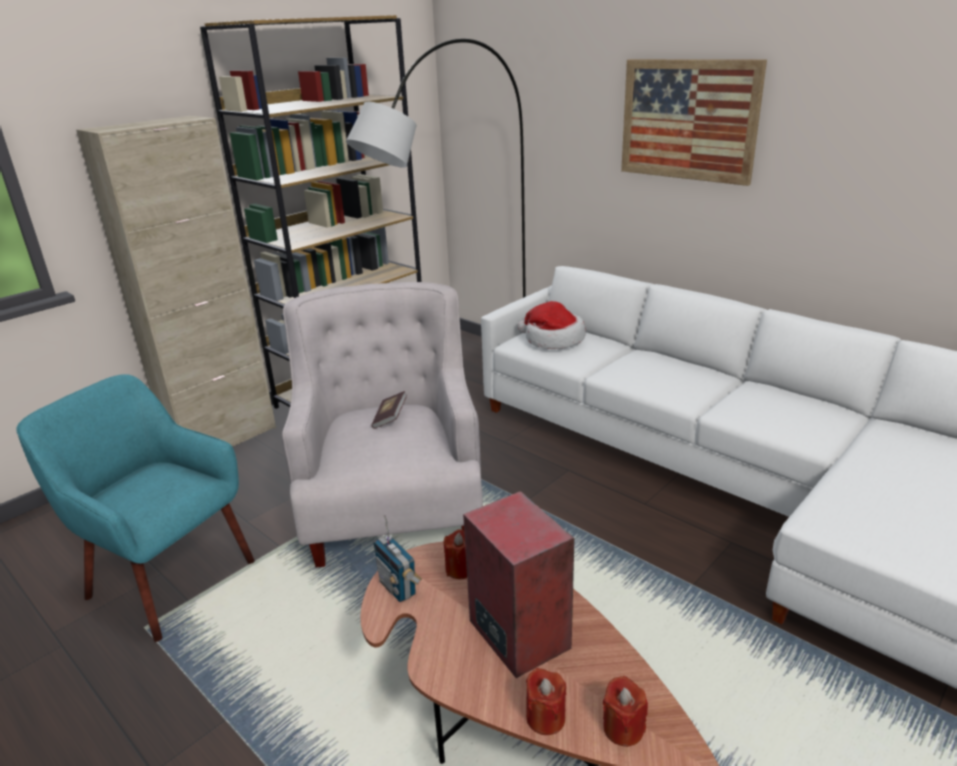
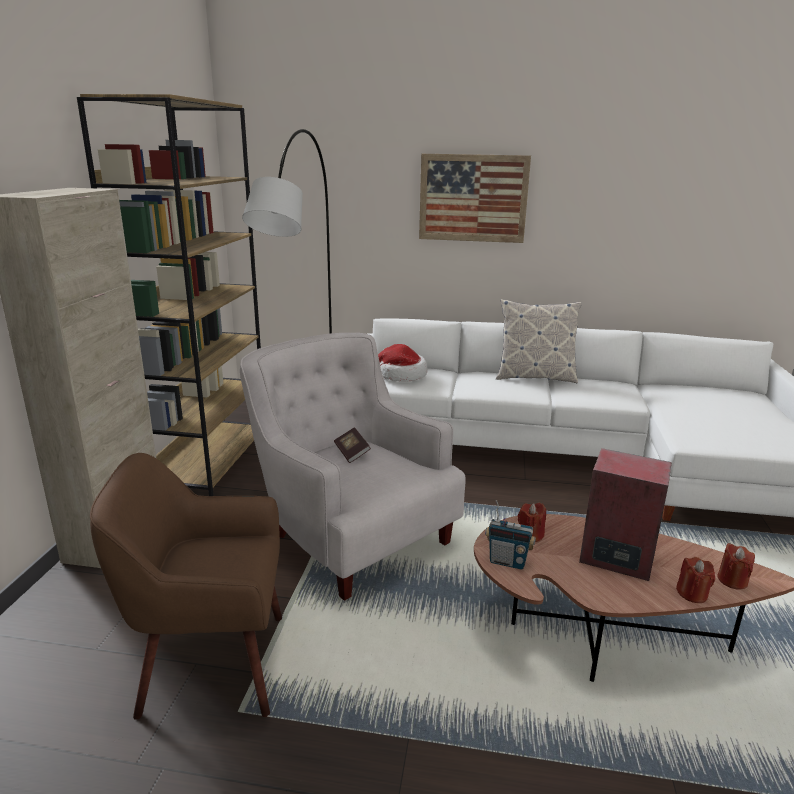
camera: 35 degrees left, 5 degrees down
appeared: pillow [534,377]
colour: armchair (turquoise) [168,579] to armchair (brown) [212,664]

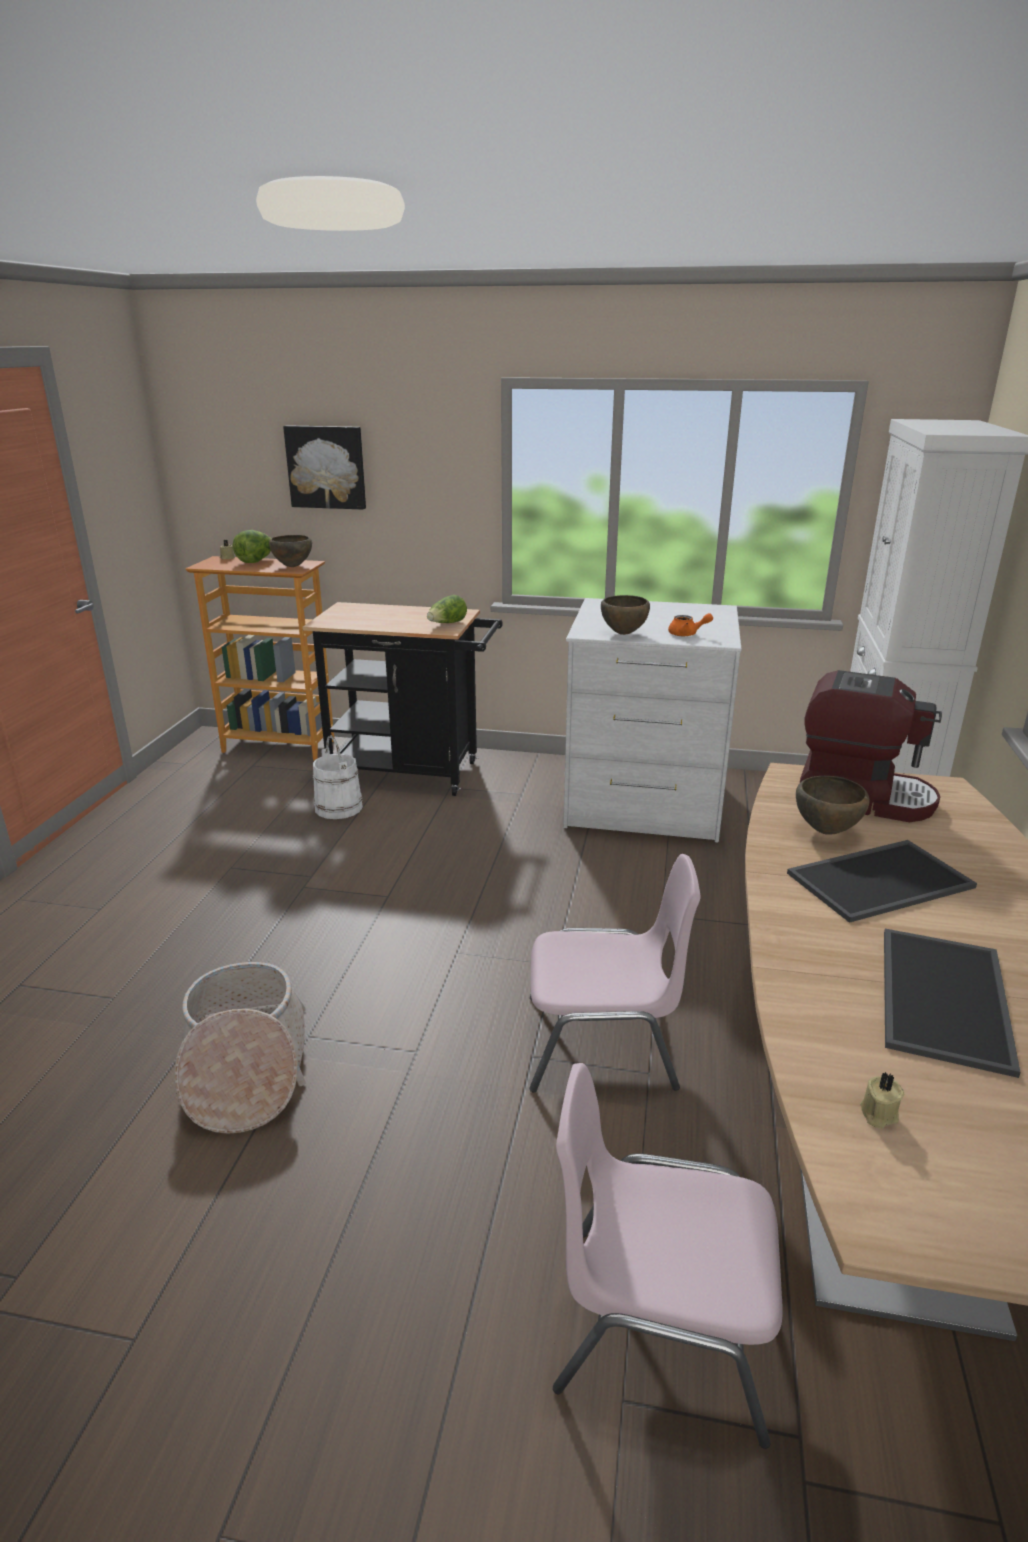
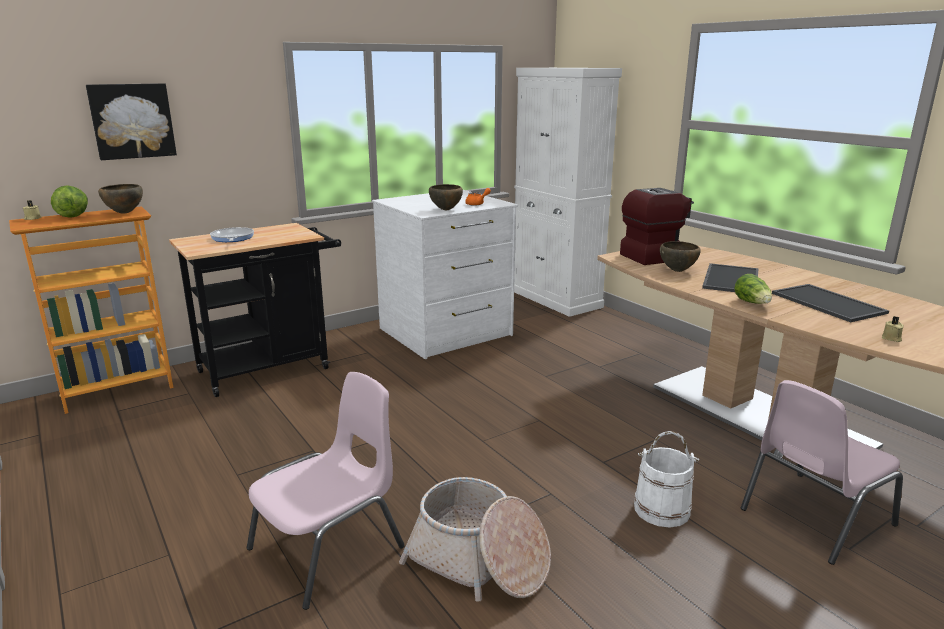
camera: 45 degrees left, 5 degrees down
appeared: frying pan [232,238]
relocated: chair (pink) [603,1043] to [329,548]; bucket (white) [338,807] to [661,509]; lettuce [447,624] to [752,303]

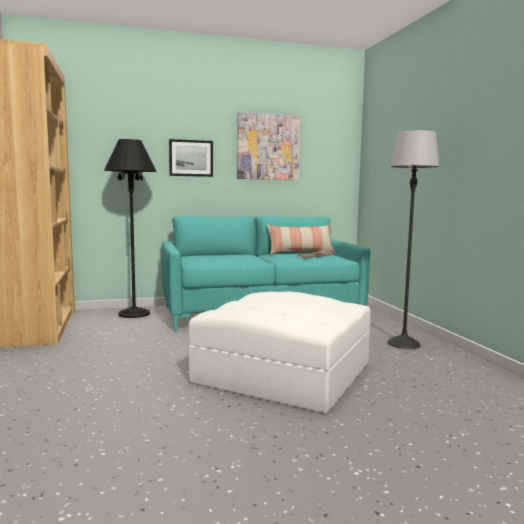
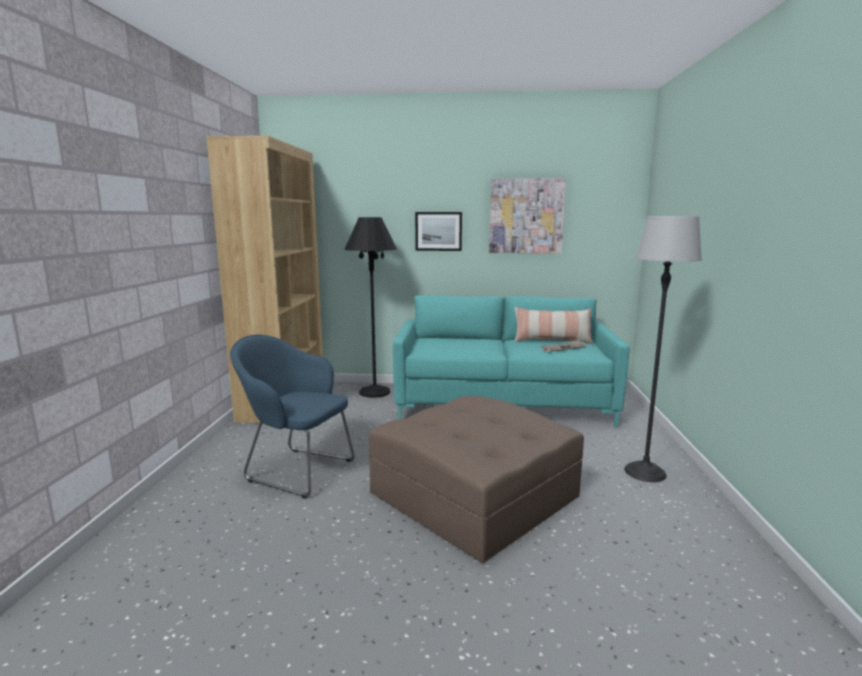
camera: 20 degrees right, 5 degrees up
appeared: armchair (blue) [296,470]
colour: ottoman (white) [283,372] to ottoman (brown) [473,494]

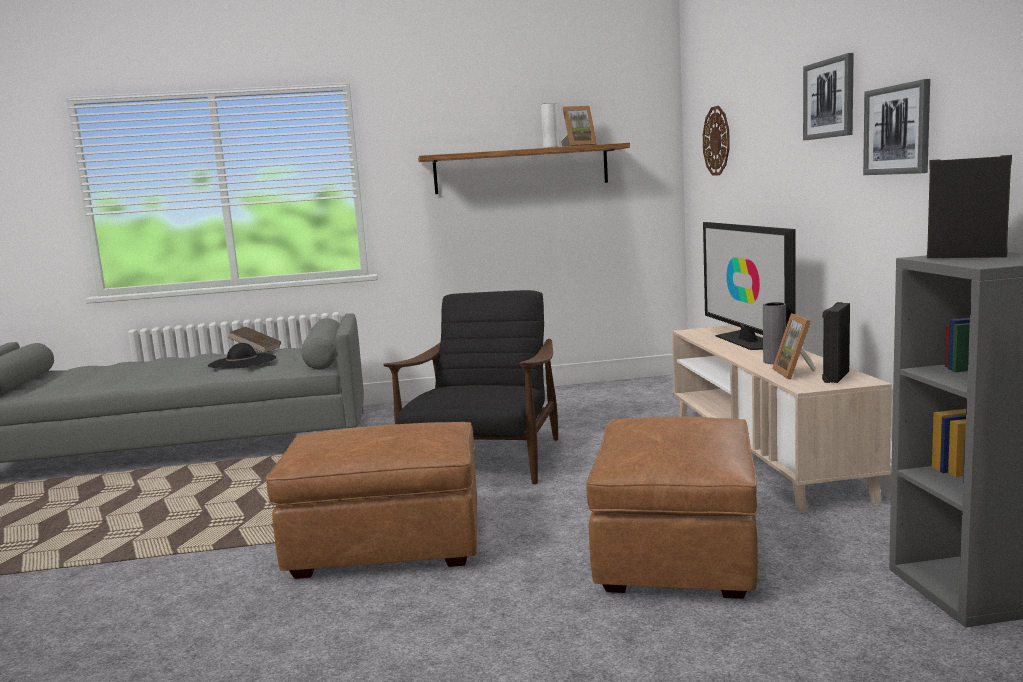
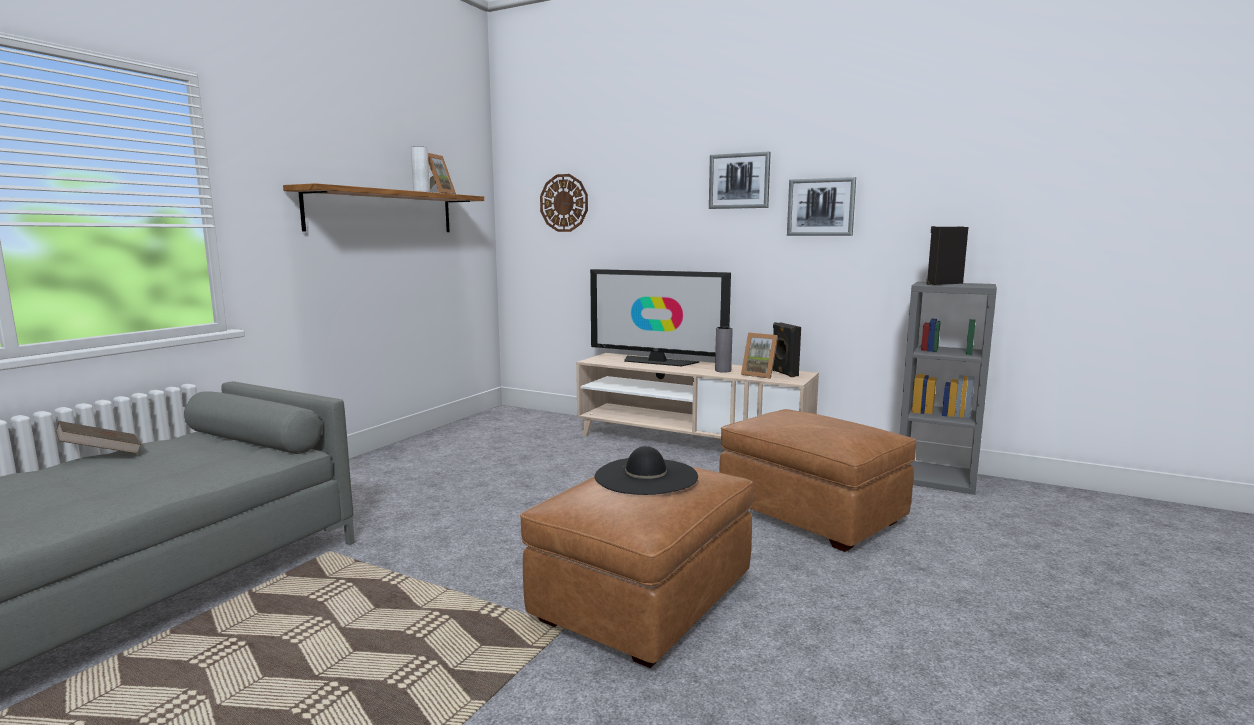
camera: 55 degrees left, 0 degrees up
missing: armchair (black) [485,461]
relocated: hat (black) [242,362] to [646,476]

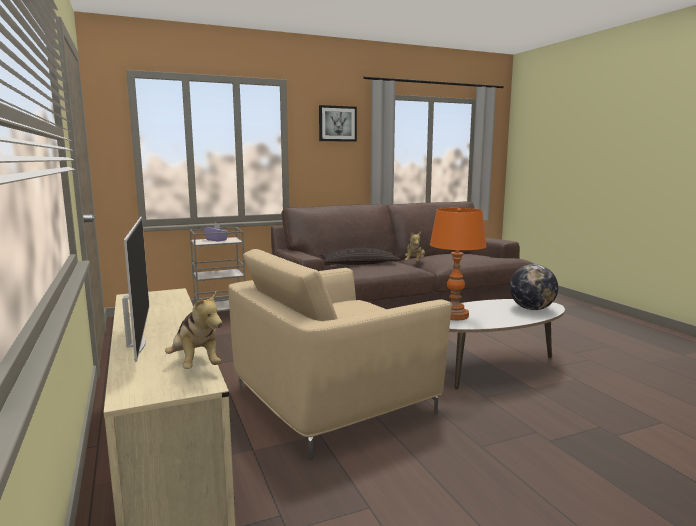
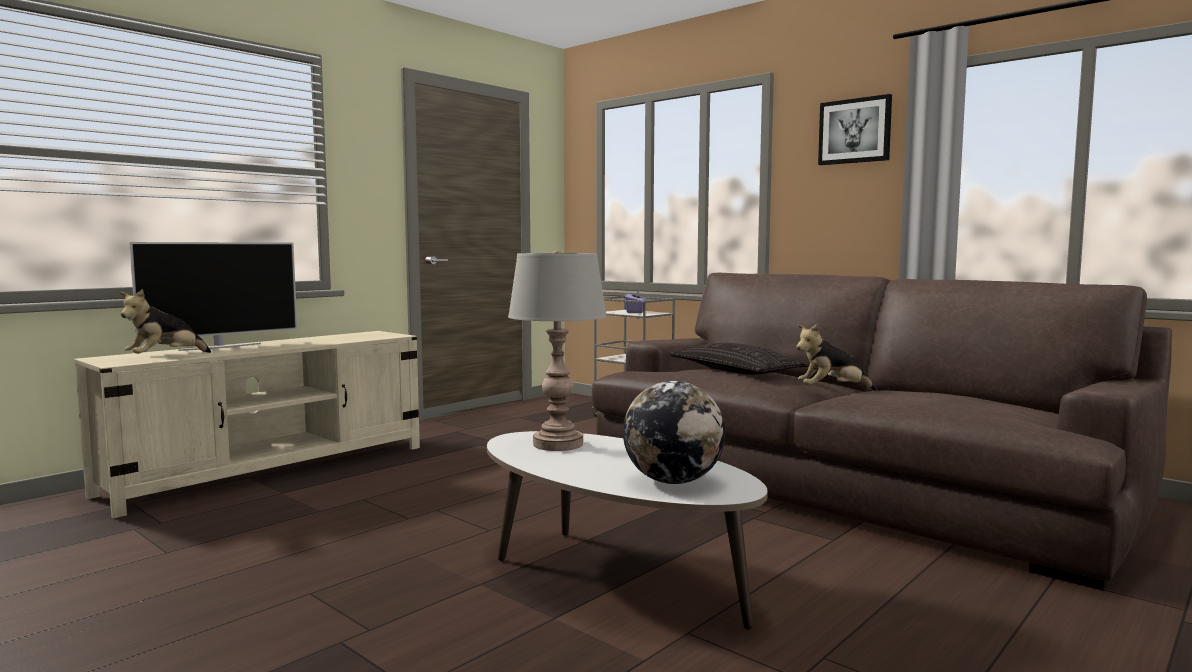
camera: 65 degrees right, 5 degrees down
missing: armchair (beige) [331,399]
colour: table lamp (orange) [454,316] to table lamp (grey) [558,444]

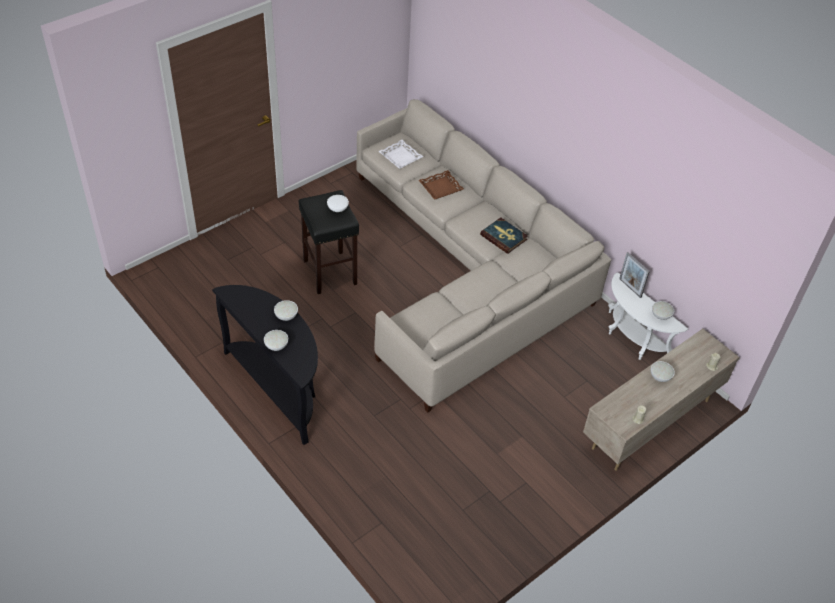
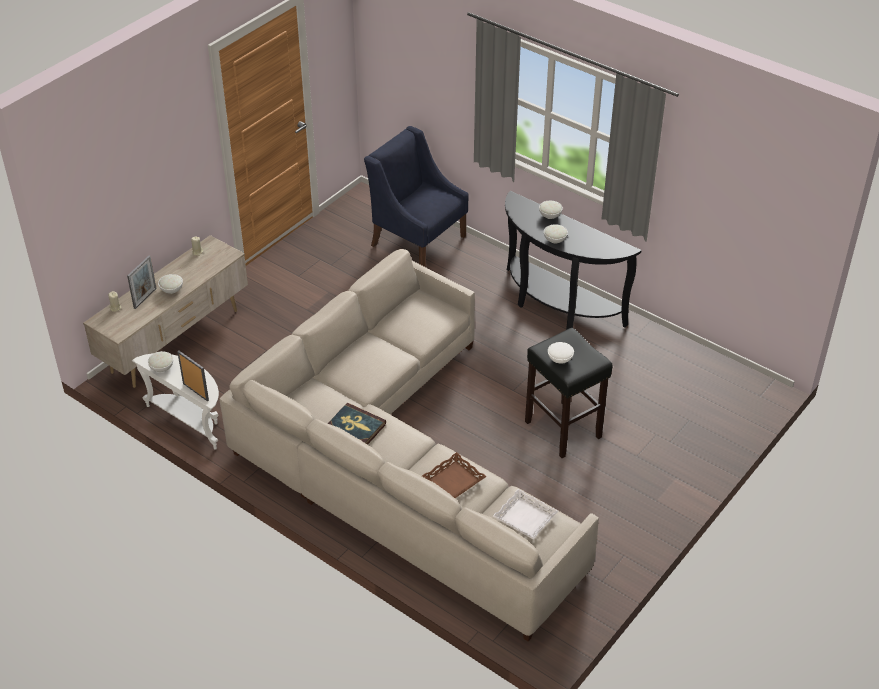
camera: 170 degrees right, 5 degrees down
appeared: picture frame [145,298]; armchair (blue) [417,240]

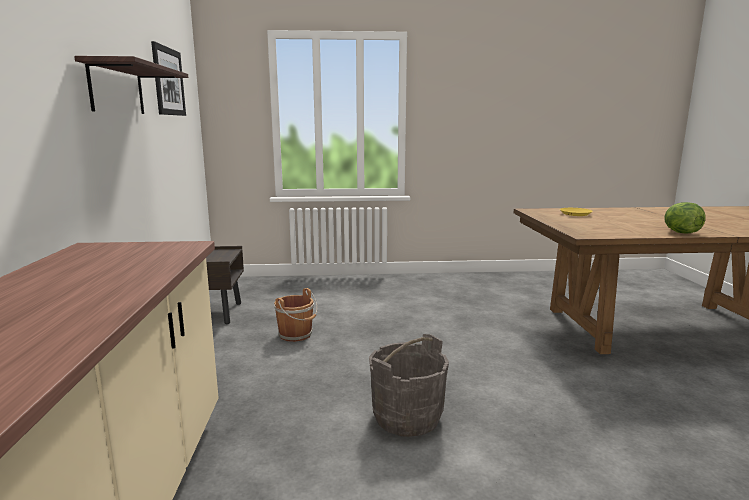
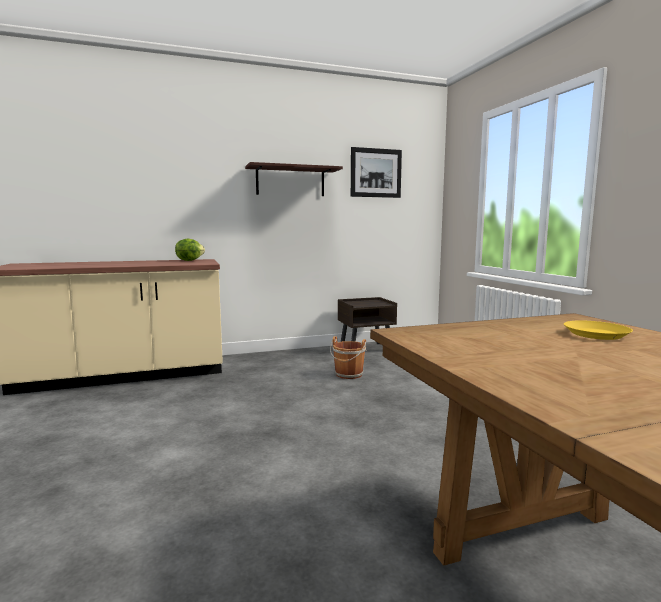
camera: 75 degrees right, 5 degrees down
missing: bucket (grey) [407,417]
relocated: lettuce [680,232] to [189,260]

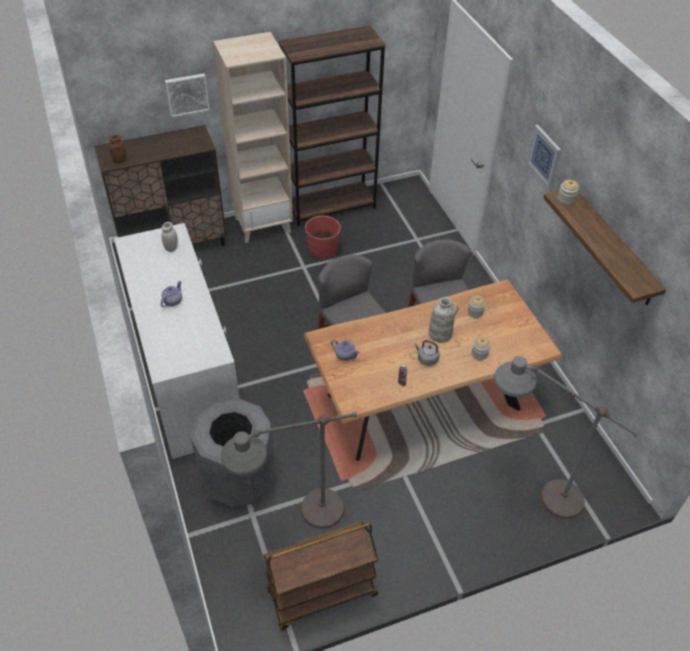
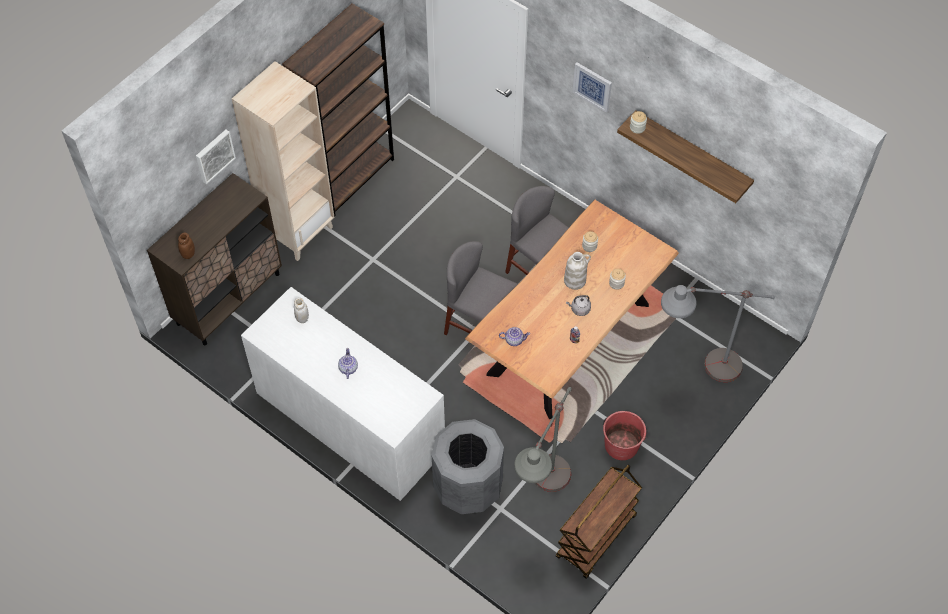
camera: 30 degrees left, 10 degrees up
relocated: bucket (red) [323,249] to [621,445]

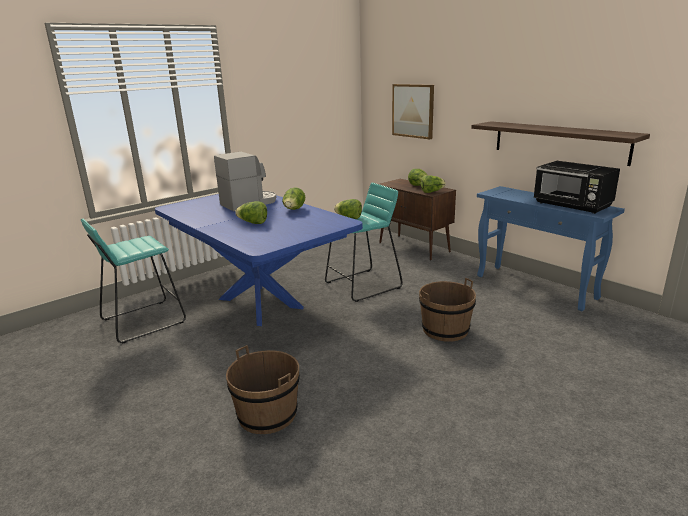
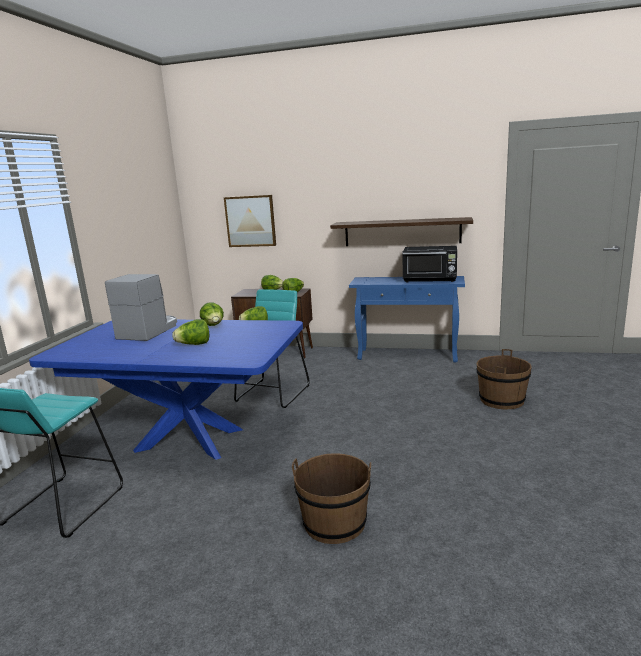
camera: 35 degrees left, 5 degrees down
relocated: bucket (brown) [445,330] to [502,400]

